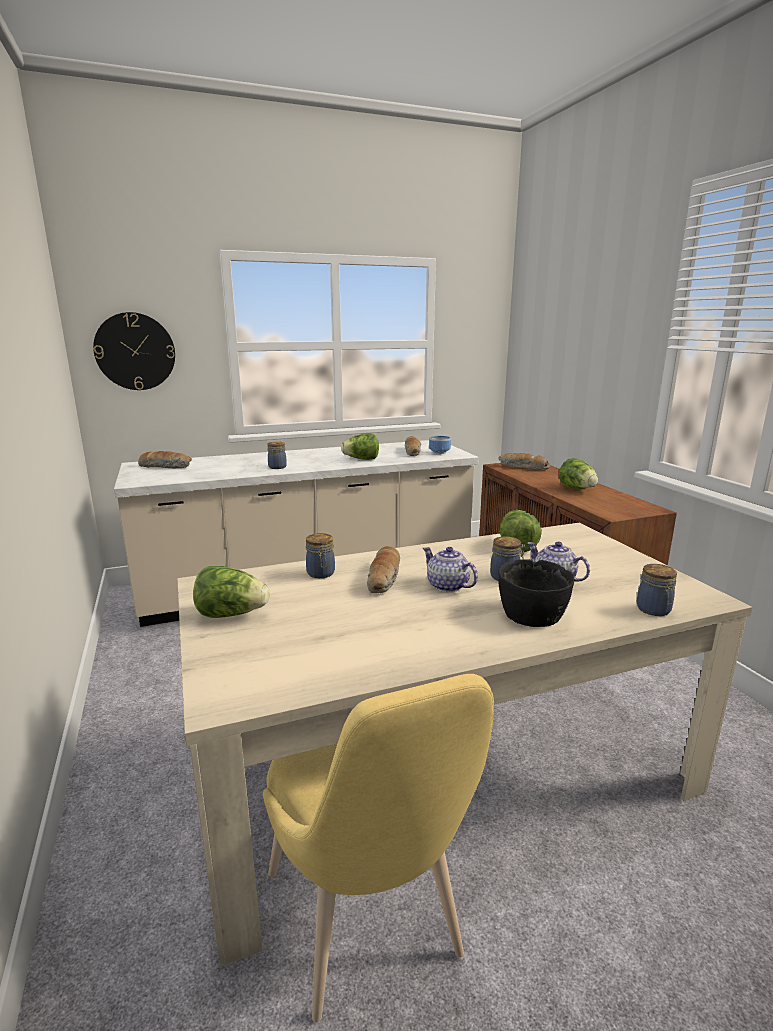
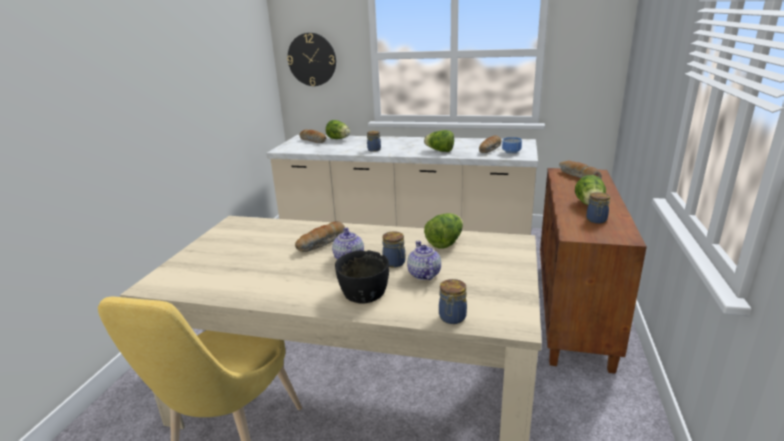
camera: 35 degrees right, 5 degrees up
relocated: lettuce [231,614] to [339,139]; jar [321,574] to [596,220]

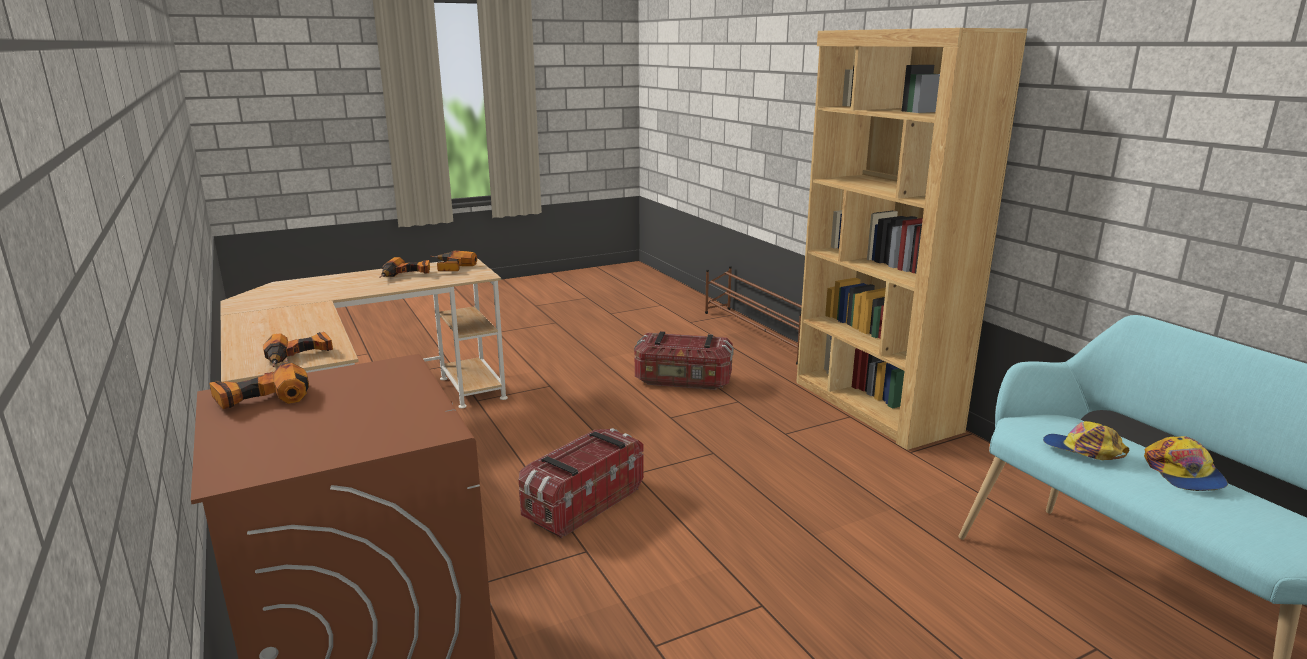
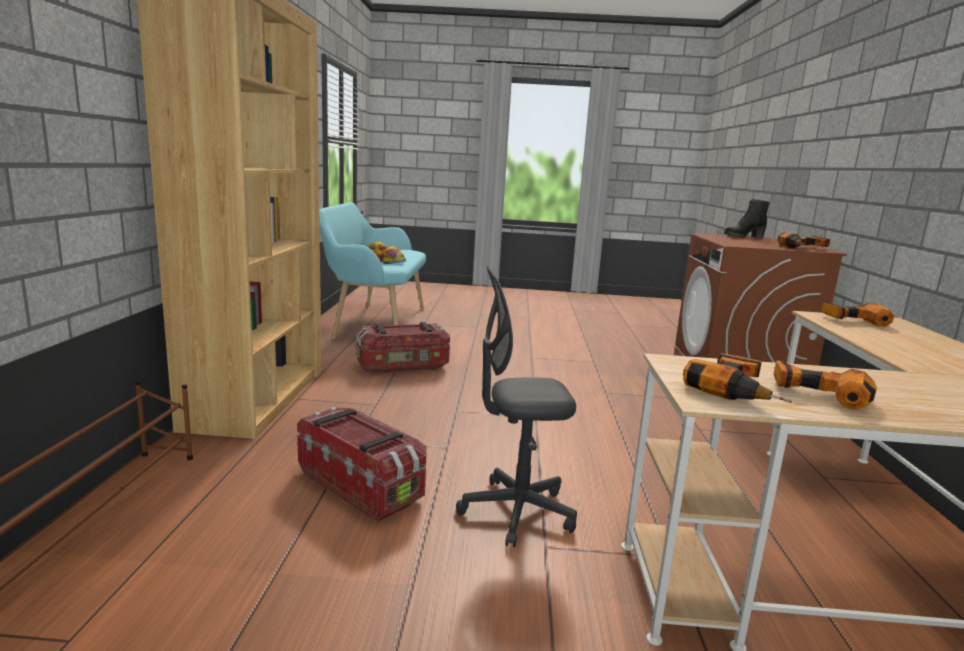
camera: 150 degrees left, 5 degrees down
appeared: office chair (grey) [517,512]; boot (black) [743,237]
relocated: storage box [582,503] to [403,367]

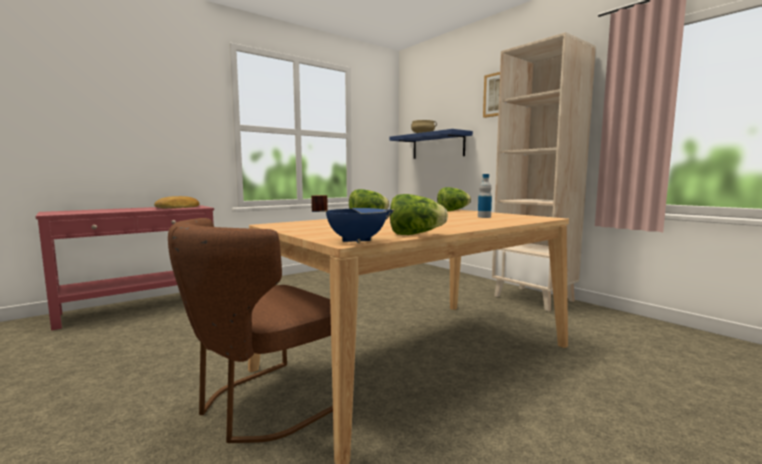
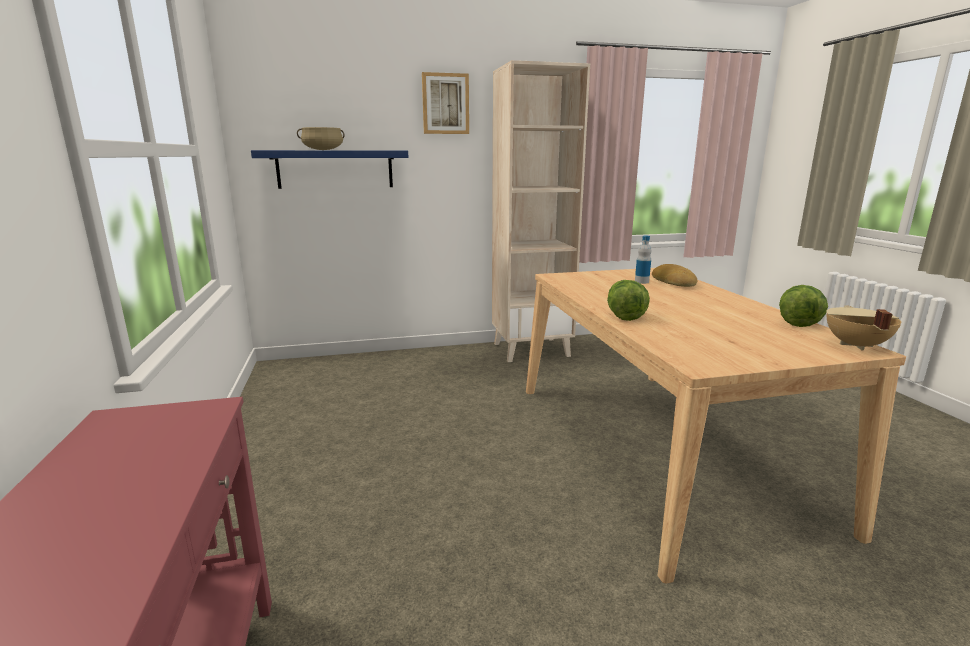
camera: 65 degrees left, 10 degrees up
missing: chair (brown) [262,405]; lettuce [453,211]
relocated: bread [178,207] to [674,281]
colour: cooking pot (blue) [356,241] to cooking pot (beige) [855,345]

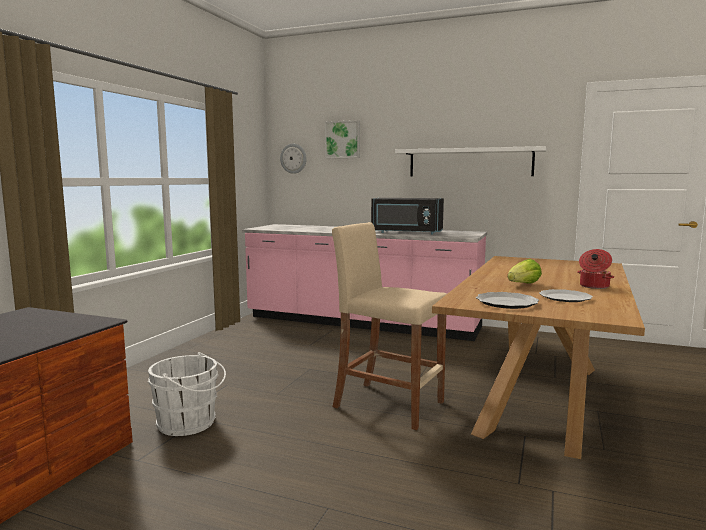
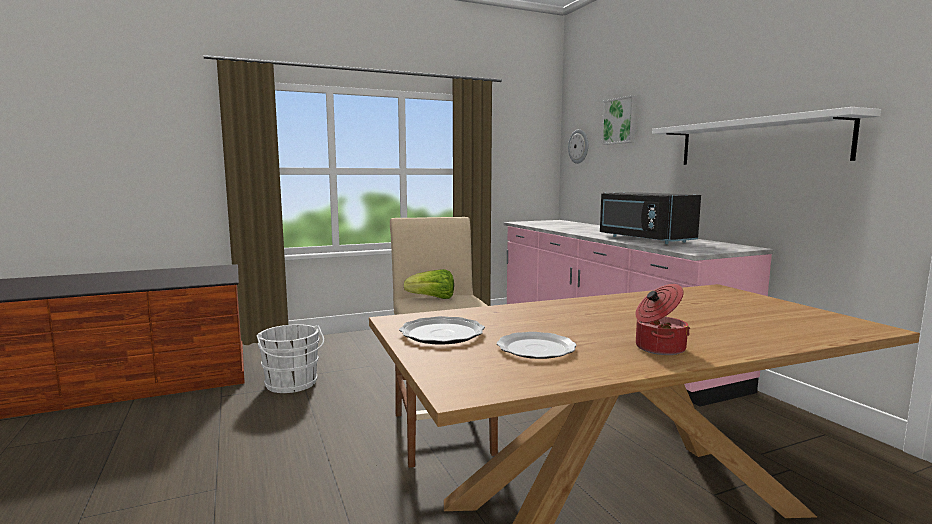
camera: 45 degrees right, 0 degrees up
relocated: lettuce [523,284] to [432,298]

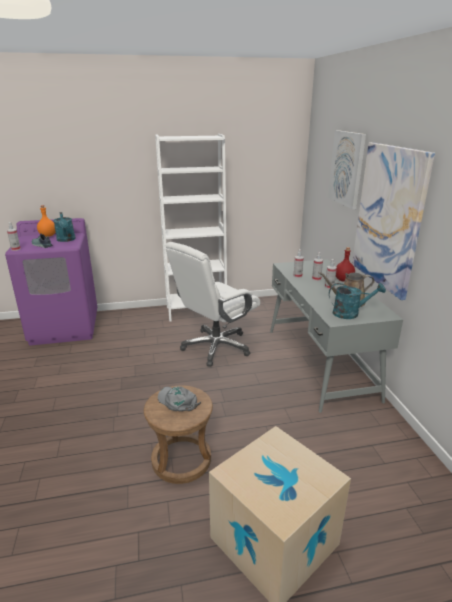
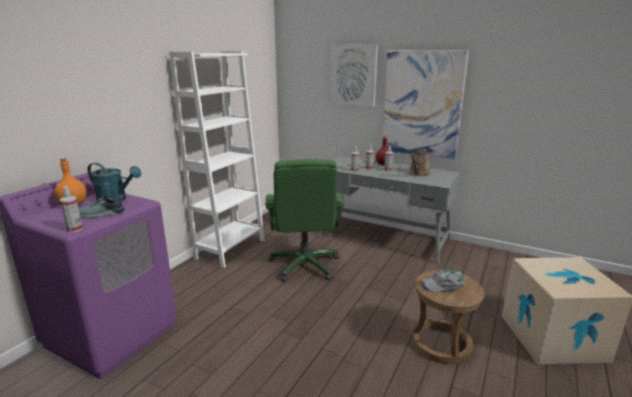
camera: 50 degrees left, 5 degrees down
missing: watering can (turquoise) [350,313]
colour: office chair (white) [216,347] to office chair (green) [304,265]

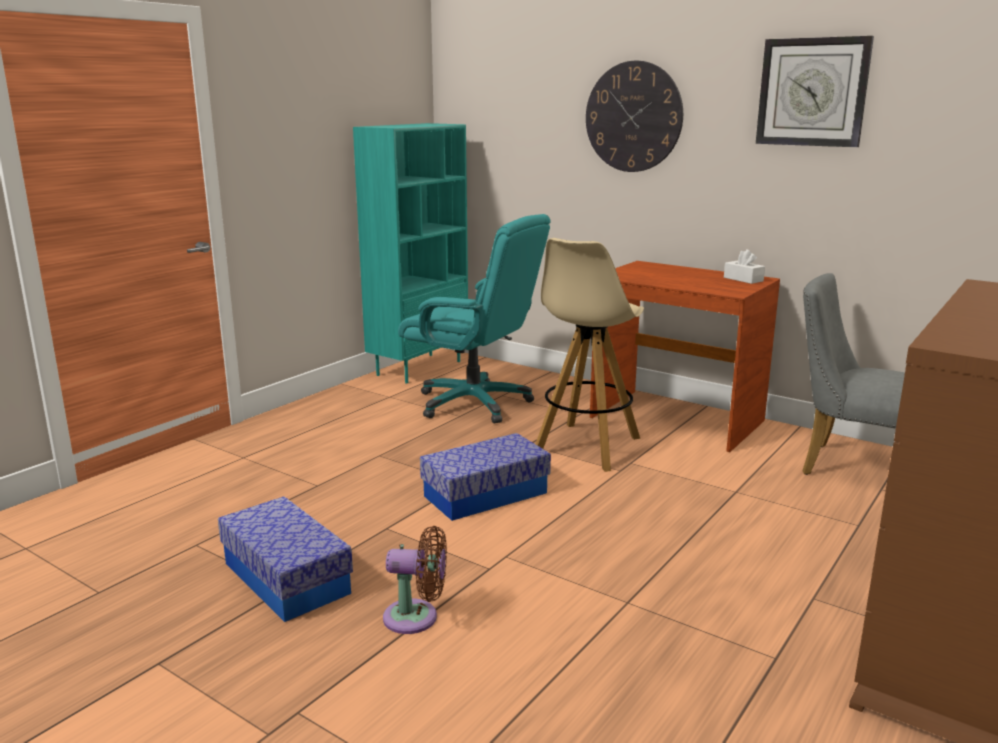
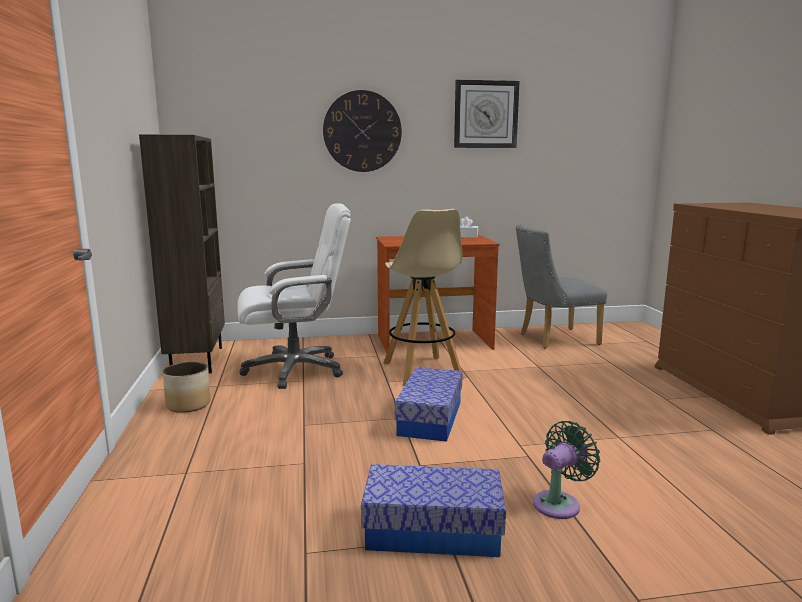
camera: 45 degrees left, 5 degrees down
appeared: planter [188,404]
colour: bookcase (turquoise) [418,368] to bookcase (brown) [196,360]; office chair (turquoise) [474,403] to office chair (white) [295,370]; fan (brown) [416,618] to fan (green) [559,503]

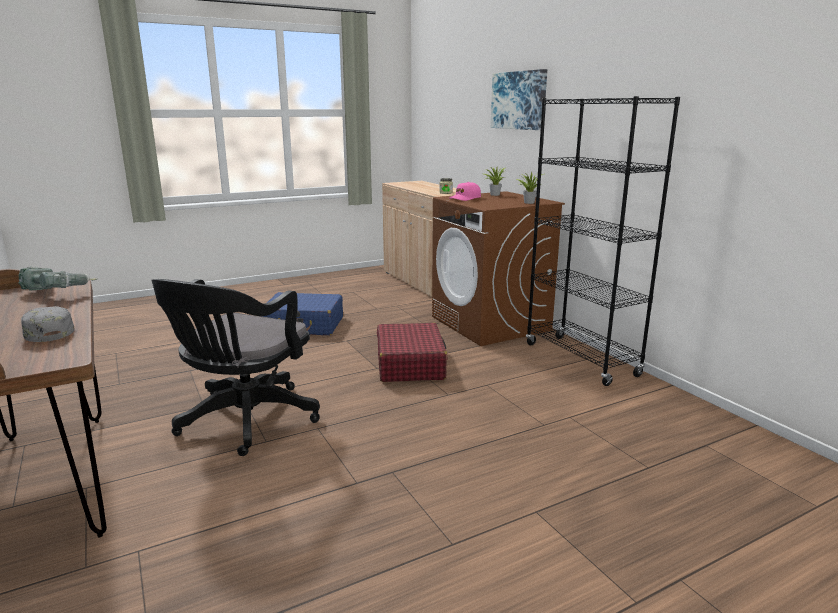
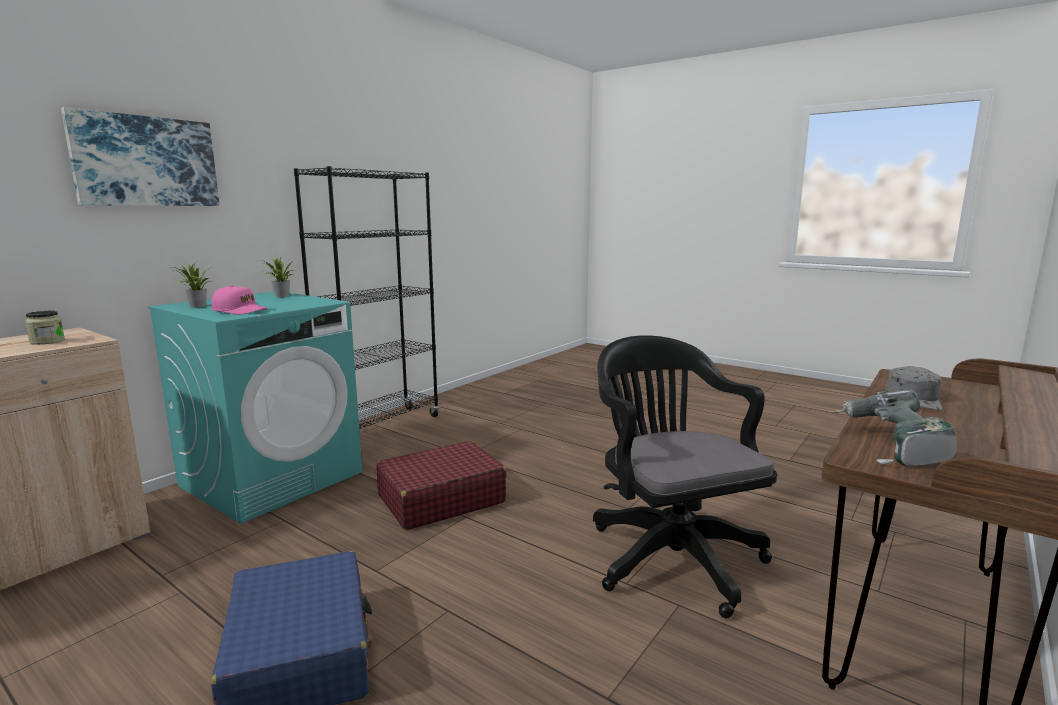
camera: 115 degrees left, 5 degrees down
colour: washing machine (brown) [490,323] to washing machine (turquoise) [273,478]
spun: office chair (black) [244,422] = [669,554] 105 degrees counterclockwise

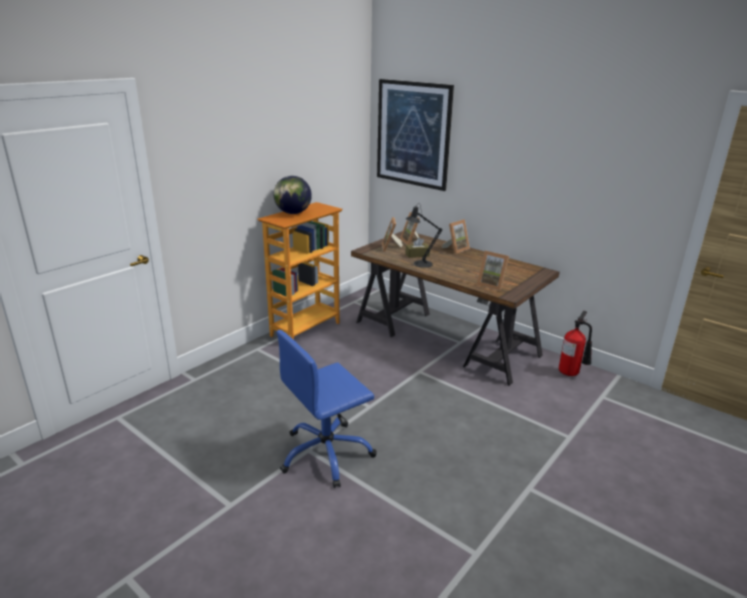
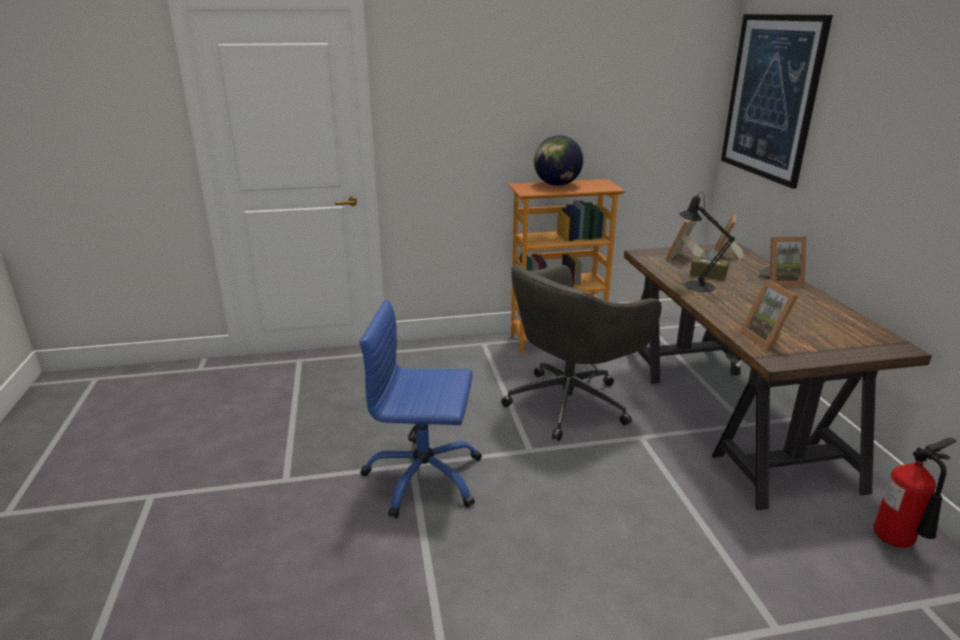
camera: 40 degrees right, 0 degrees up
appeared: office chair (grey) [570,402]

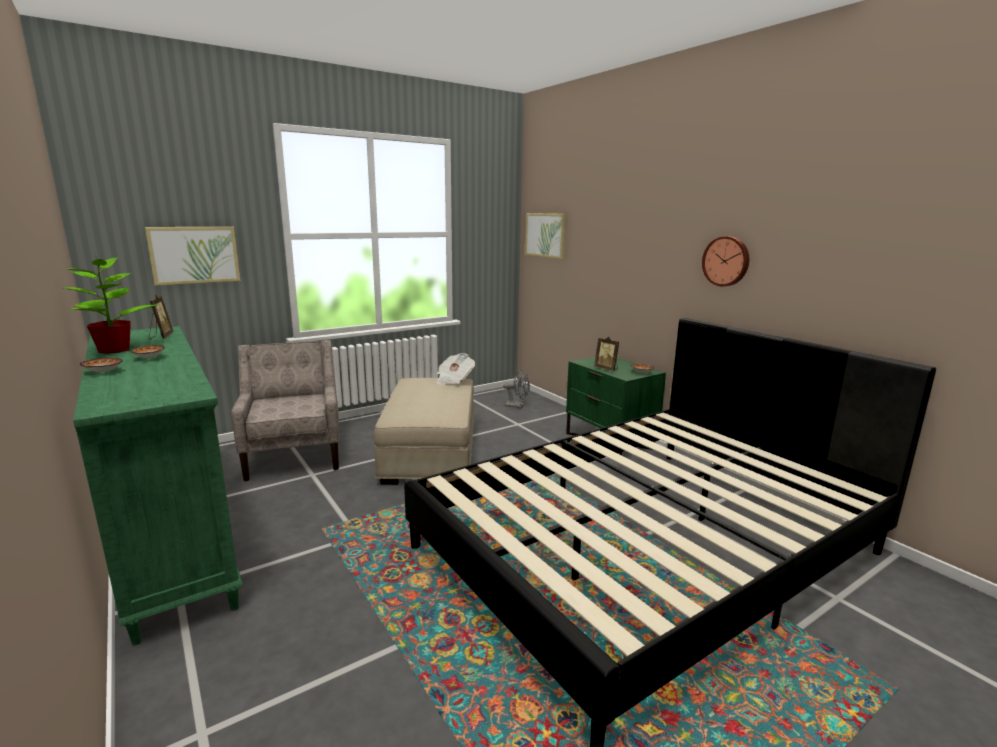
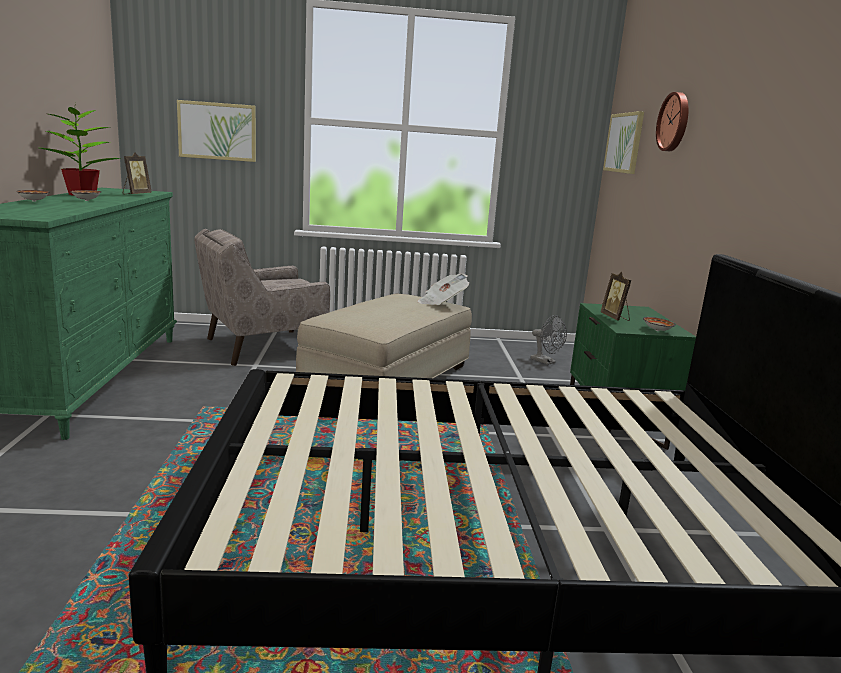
camera: 30 degrees right, 0 degrees up
relocated: wall clock [726,261] to [674,122]
spun: armchair (beige) [294,455] = [262,347] 135 degrees counterclockwise

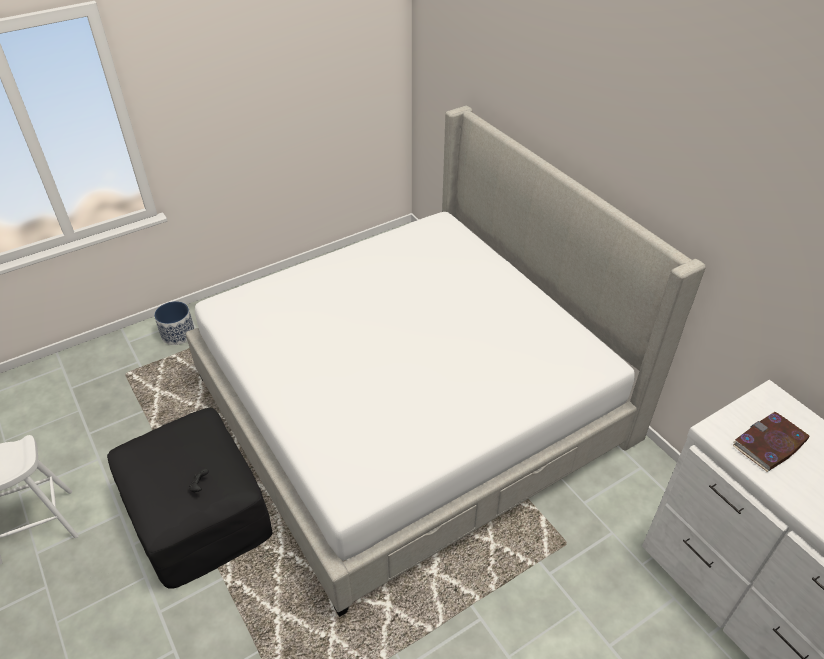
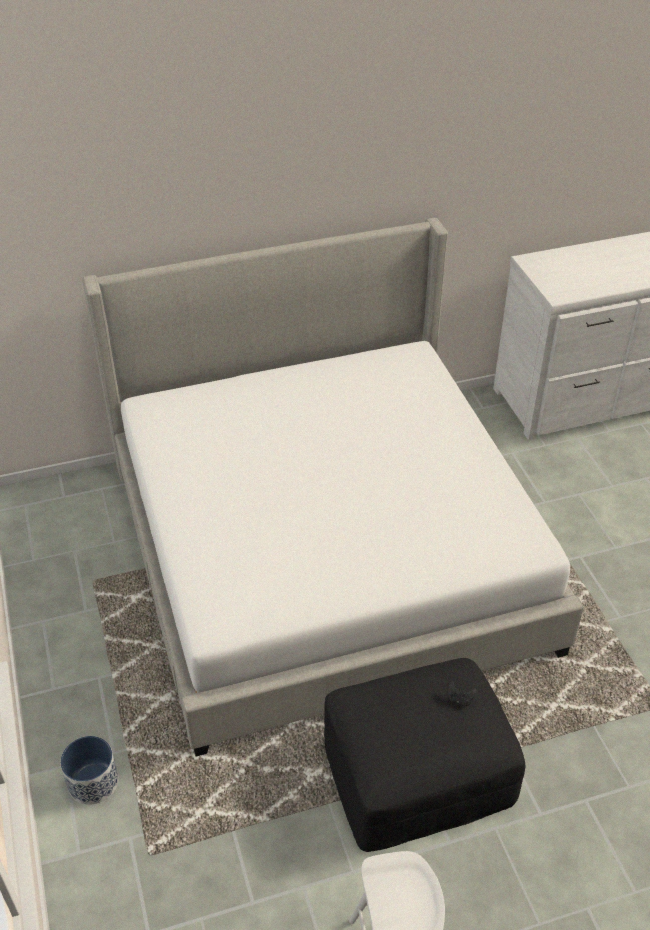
camera: 75 degrees left, 0 degrees up
missing: book [769,444]

